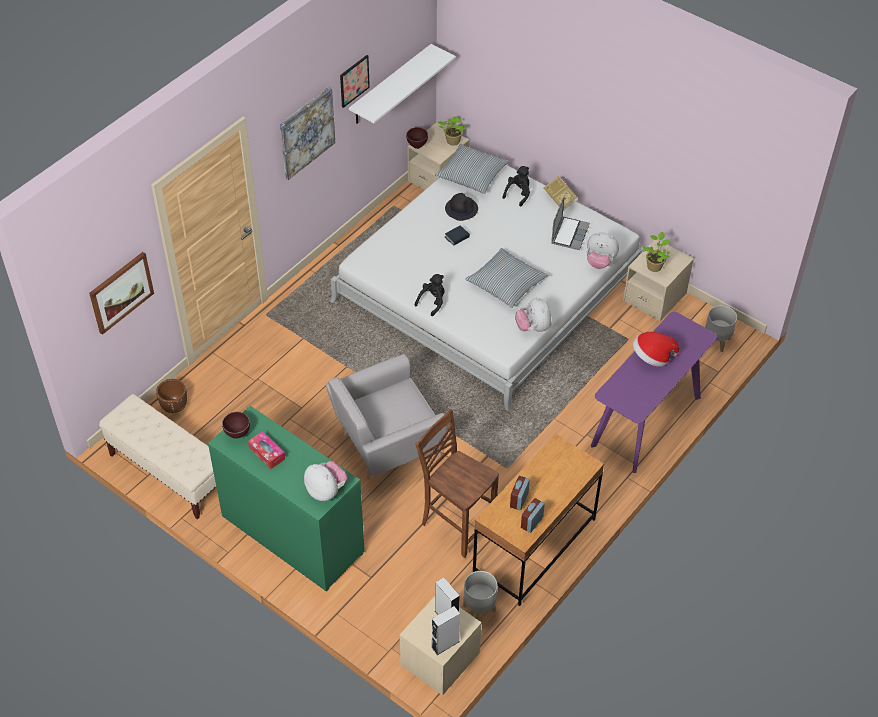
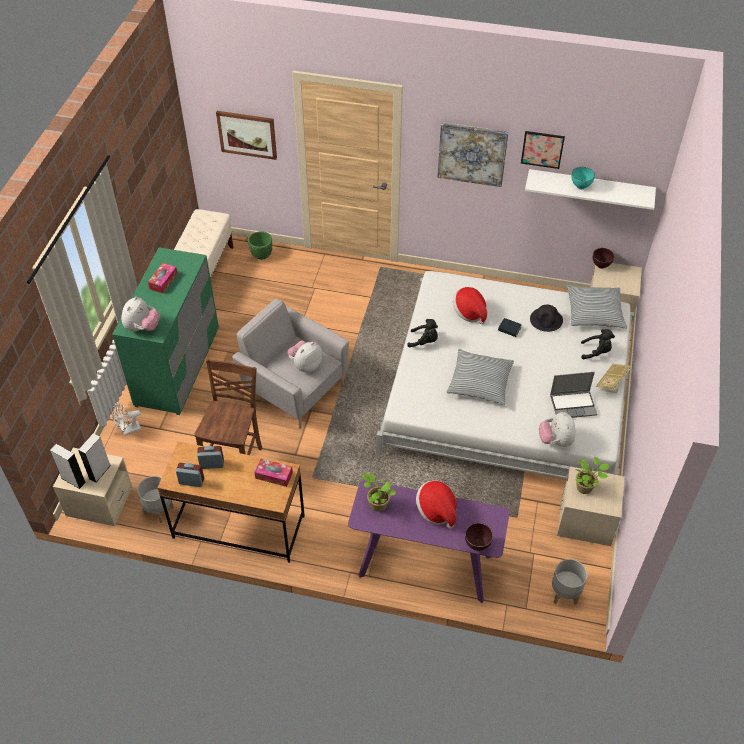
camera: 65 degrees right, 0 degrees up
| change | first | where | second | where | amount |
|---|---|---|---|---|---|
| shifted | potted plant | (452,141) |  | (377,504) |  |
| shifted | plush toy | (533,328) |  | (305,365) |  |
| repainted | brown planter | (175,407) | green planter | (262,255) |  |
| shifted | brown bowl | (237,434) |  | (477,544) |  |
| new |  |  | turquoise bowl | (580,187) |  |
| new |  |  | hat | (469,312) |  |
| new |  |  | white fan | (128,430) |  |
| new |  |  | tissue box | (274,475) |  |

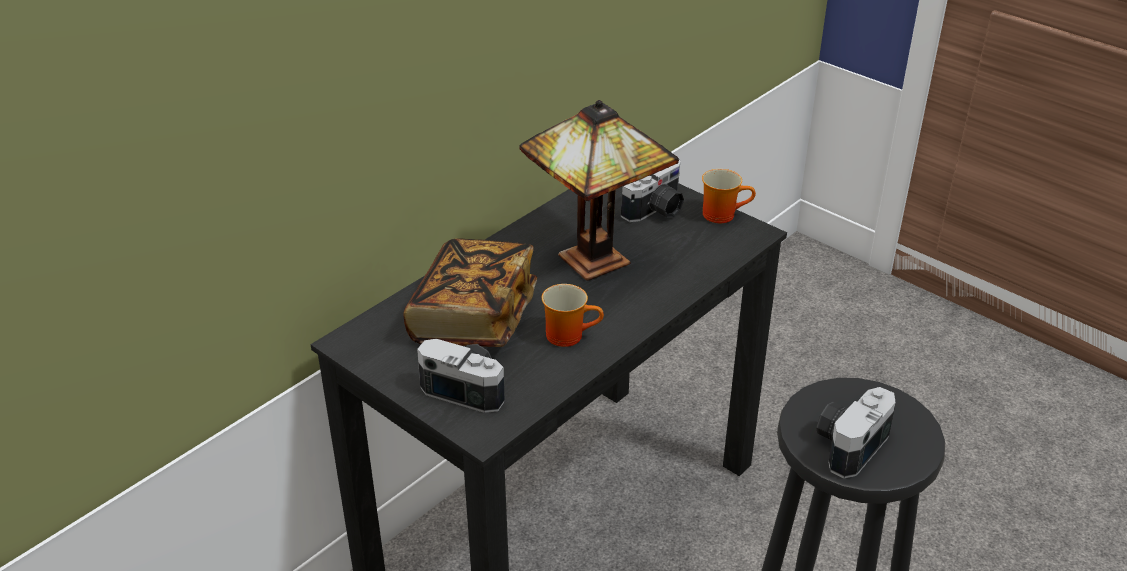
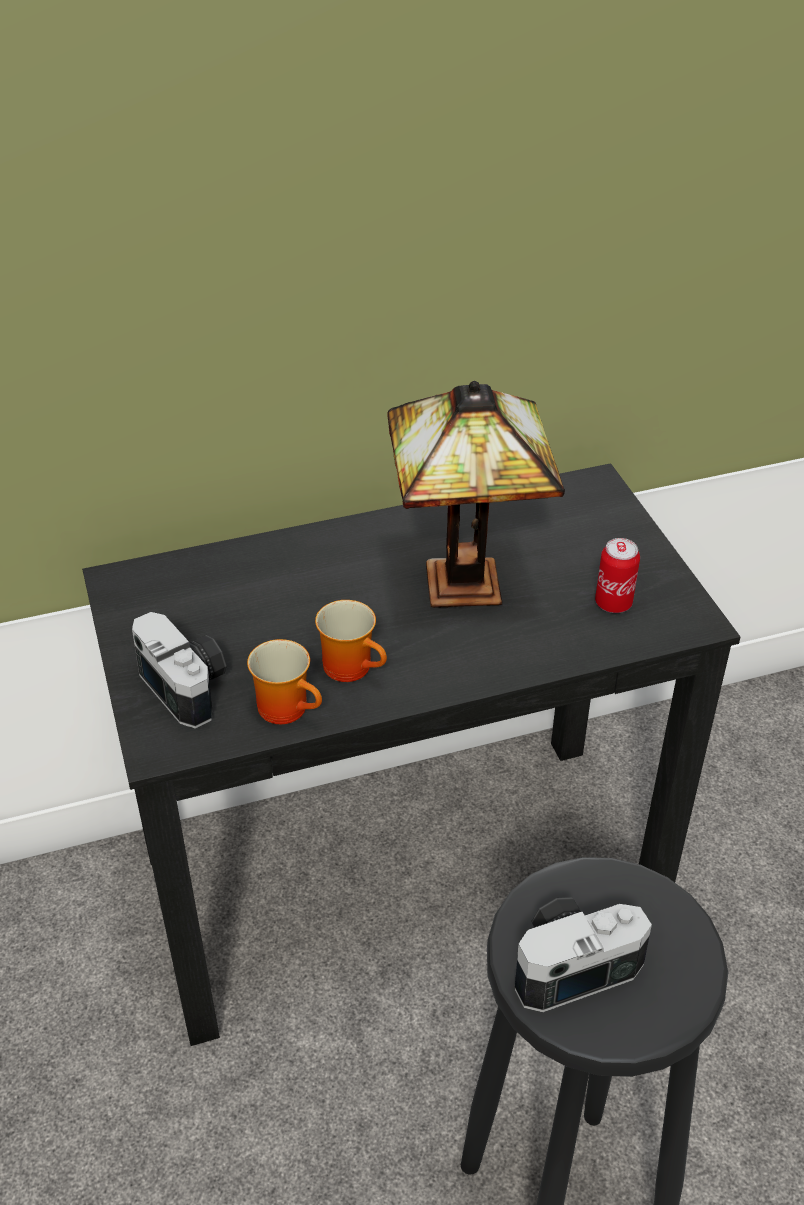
camera: 30 degrees right, 5 degrees up
| change | first | where | second | where | amount |
|---|---|---|---|---|---|
| gone | photo camera | (657,210) |  |  |  |
| shifted | mug | (722,213) |  | (289,707) |  |
| gone | book | (473,318) |  |  |  |
| new |  |  | can | (613,603) |  |

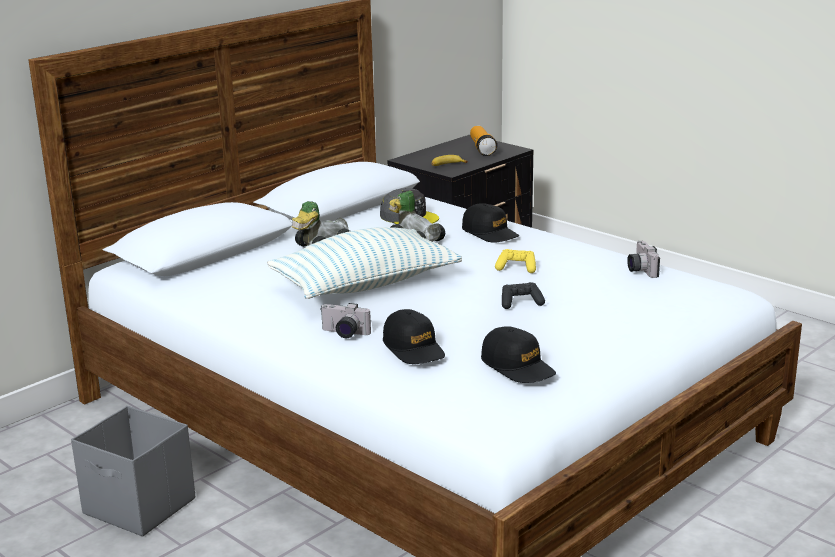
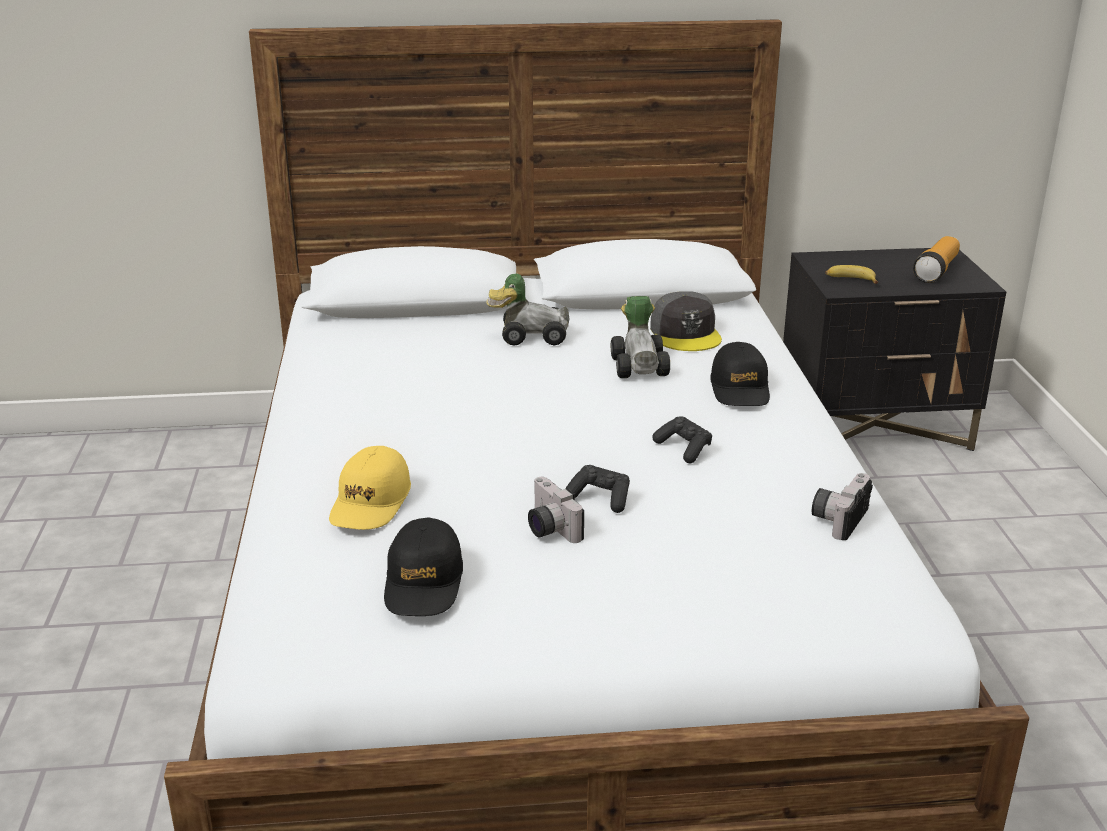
camera: 40 degrees right, 5 degrees up
| change | first | where | second | where | amount |
|---|---|---|---|---|---|
| gone | pillow | (365,285) |  |  |  |
| repainted | yellow game controller | (516,268) | black game controller | (683,448) |  |
| shifted | photo camera | (344,334) |  | (548,528) |  |
| repainted | black cap | (414,348) | yellow cap | (370,503) |  |
| gone | grey storage box | (140,507) |  |  |  |

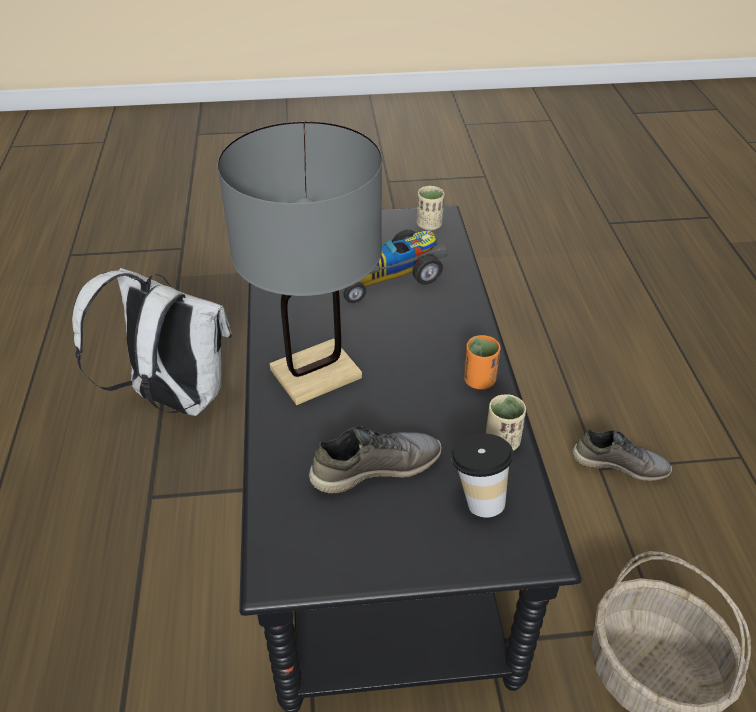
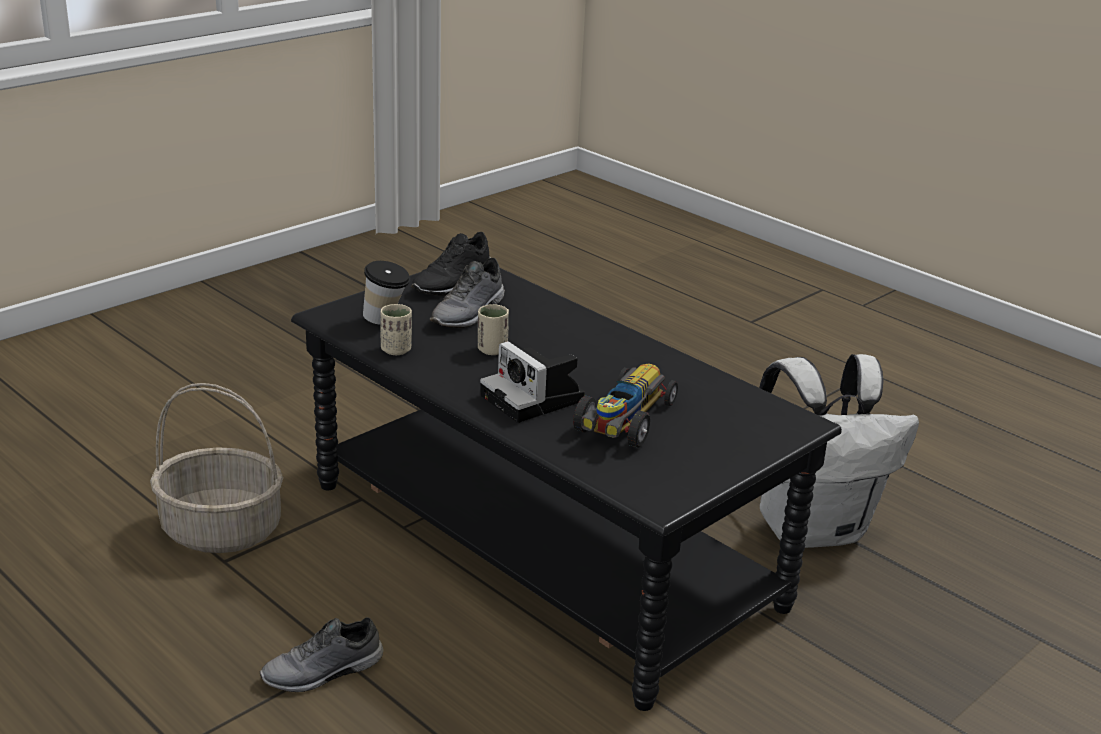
camera: 140 degrees right, 15 degrees down
| change | first | where | second | where | amount |
|---|---|---|---|---|---|
| gone | grey table lamp | (315,374) |  |  |  |
| shifted | beige cup | (429,225) |  | (492,350) |  |
| gone | orange cup | (479,380) |  |  |  |
| new |  |  | black shoe | (453,283) |  |
| new |  |  | photo camera | (535,399) |  |

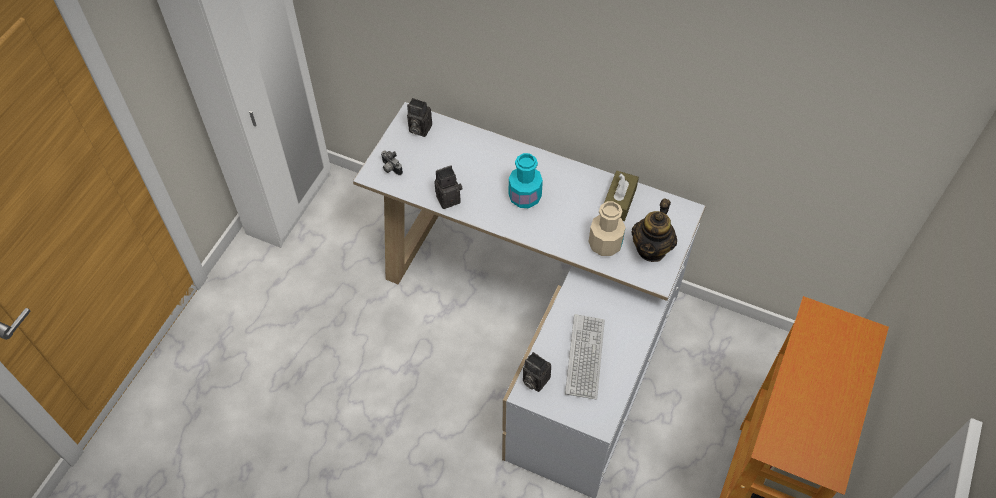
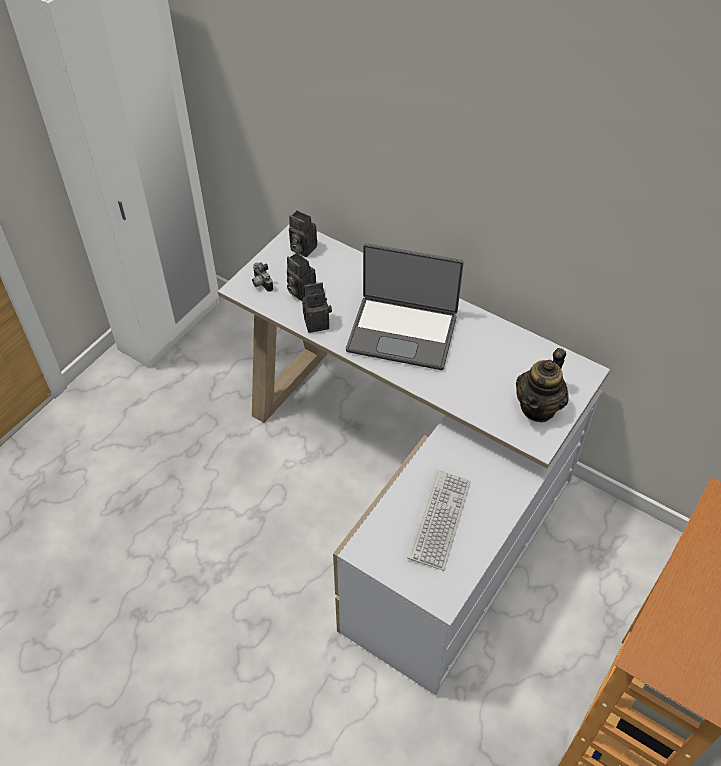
camera: 10 degrees right, 5 degrees down
| change | first | where | second | where | amount |
|---|---|---|---|---|---|
| swapped | turquoise bottle | (525,197) | laptop | (402,332) |  |
| gone | brown tissue box | (619,201) |  |  |  |
| gone | beige bottle | (605,244) |  |  |  |
| shifted | photo camera | (534,380) |  | (300,291) |  |

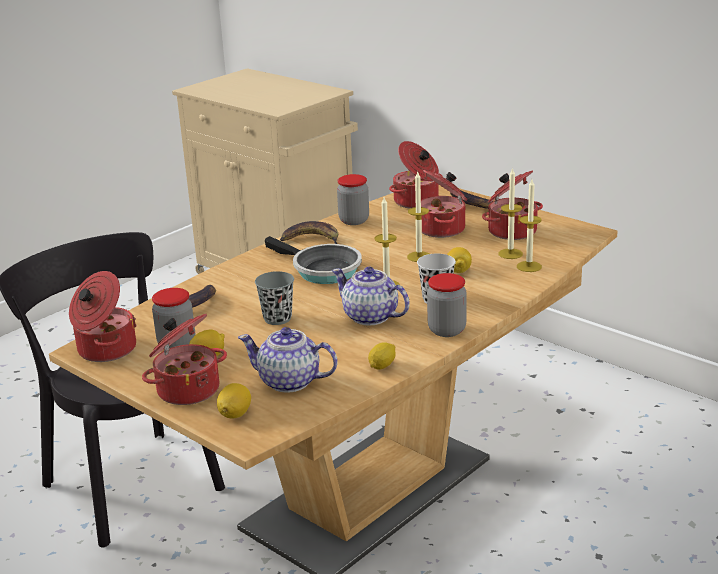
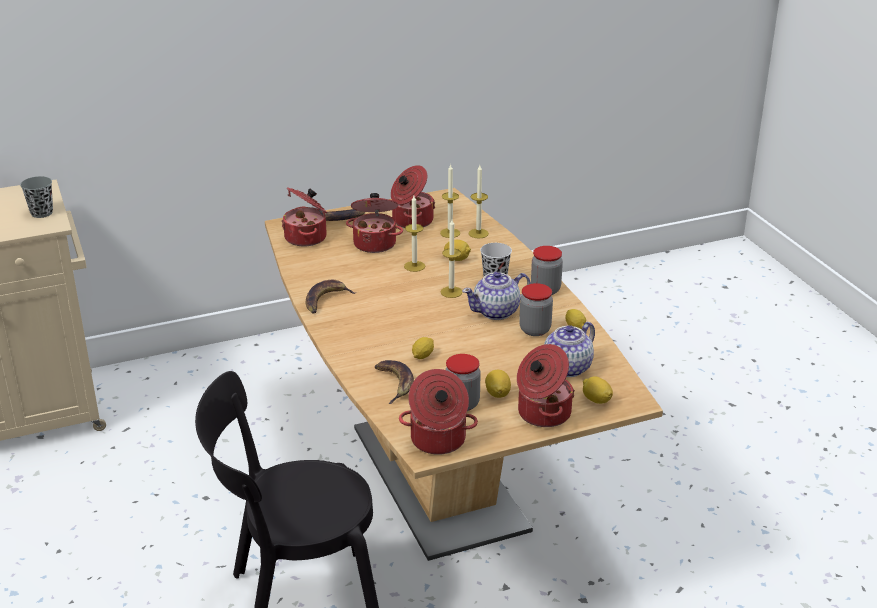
camera: 65 degrees left, 5 degrees up
| change | first | where | second | where | amount |
|---|---|---|---|---|---|
| shifted | jar | (354,220) |  | (535,330) |  |
| gone | frying pan | (322,270) |  |  |  |
| shifted | grey cup | (277,318) |  | (41,213) |  |
| new |  |  | lemon | (423,355) |  |

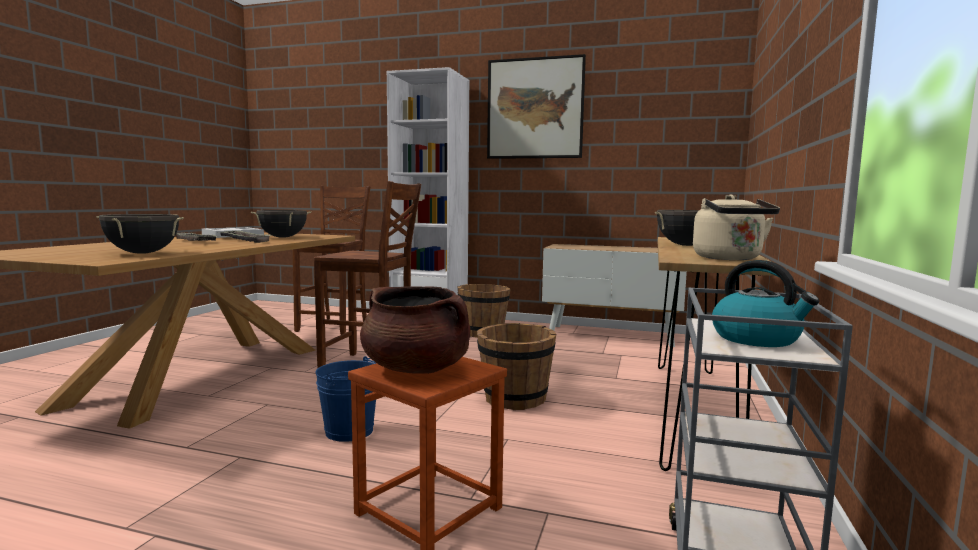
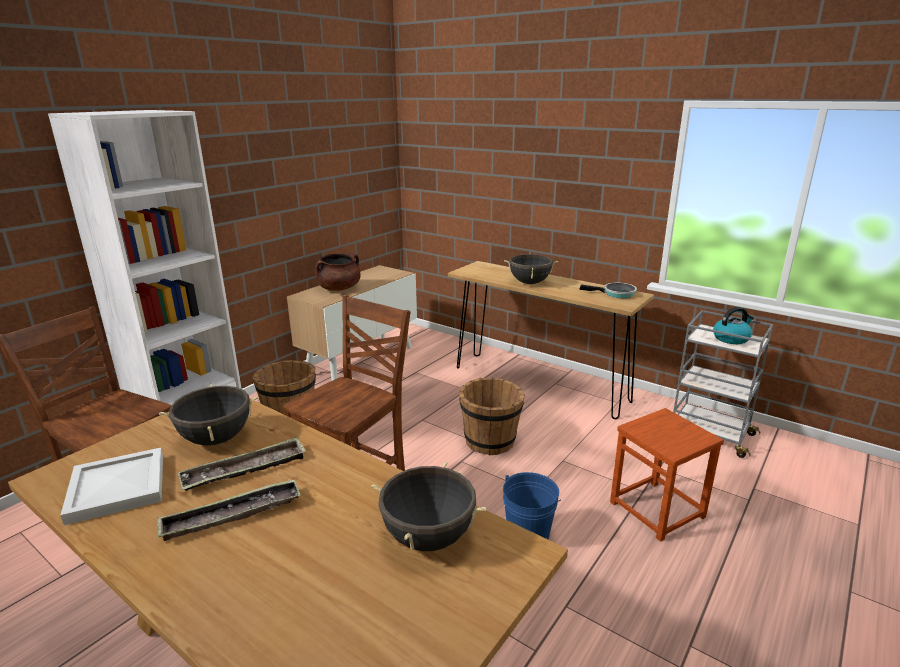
camera: 70 degrees left, 15 degrees up
| change | first | where | second | where | amount |
|---|---|---|---|---|---|
| gone | picture | (535,109) |  |  |  |
| swapped | beige kettle | (730,259) | frying pan | (616,294) |  |
| shifted | brown cooking pot | (417,369) |  | (339,288) |  |

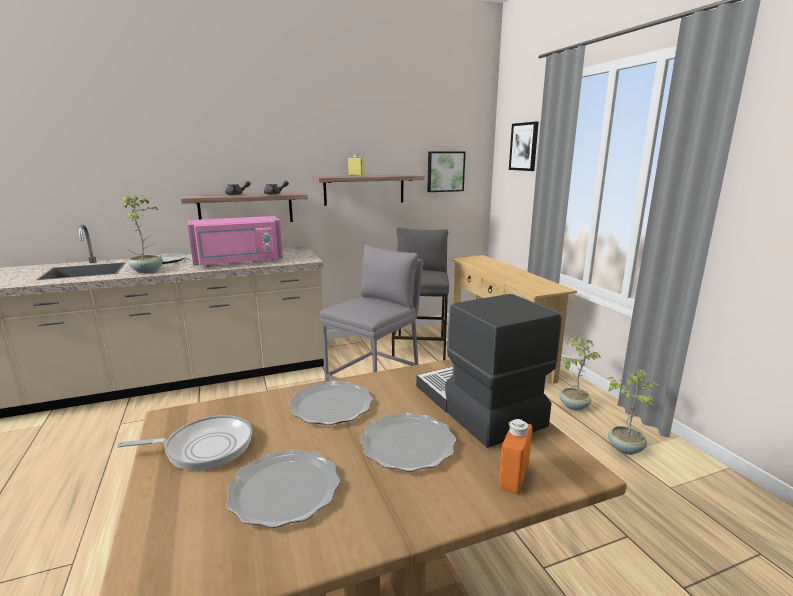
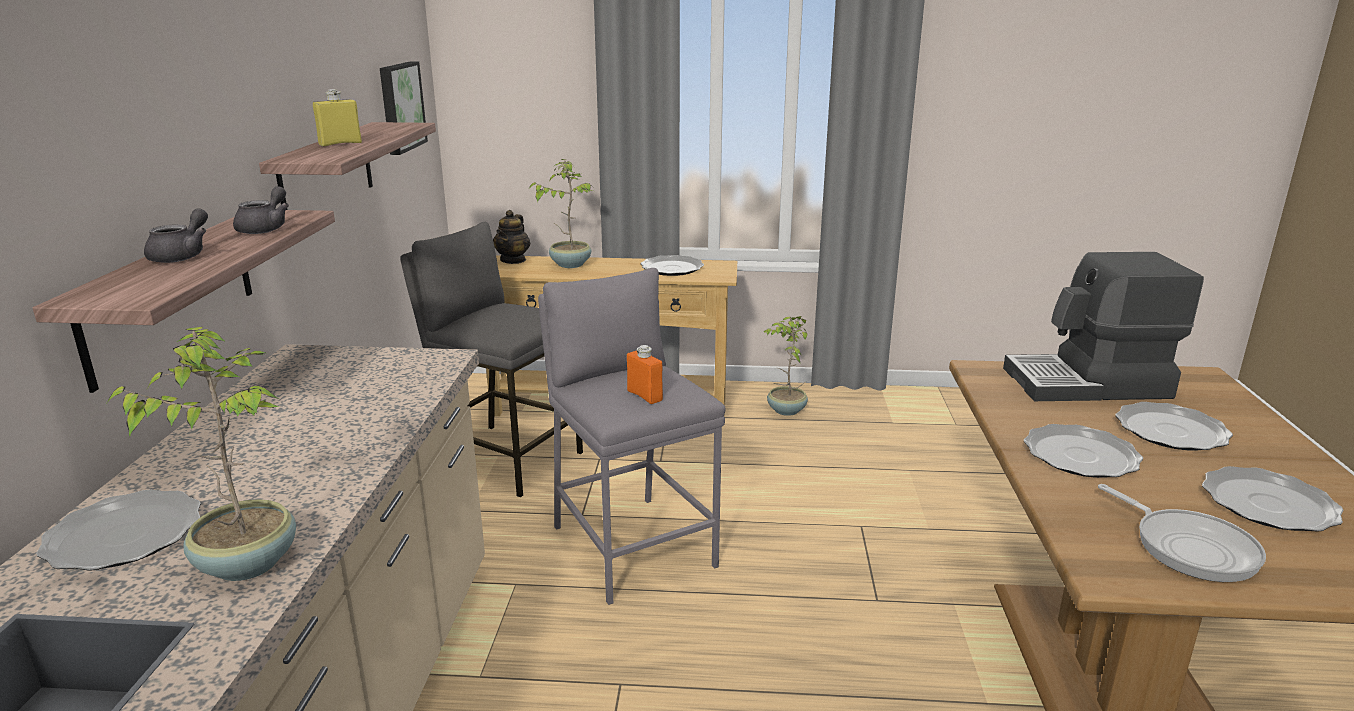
camera: 65 degrees left, 5 degrees up
| change | first | where | second | where | amount |
|---|---|---|---|---|---|
| gone | picture | (524,146) |  |  |  |
| gone | pink microwave | (238,262) |  |  |  |
| shifted | potted plant | (625,448) |  | (570,264) |  |
| rotated | frying pan | (204,447) |  | (1189,547) | 135 degrees clockwise |
| shifted | orange bottle | (513,477) |  | (644,396) |  |
| new |  |  | teapot | (513,260) |  |
| new |  |  | plate | (672,268) |  |

